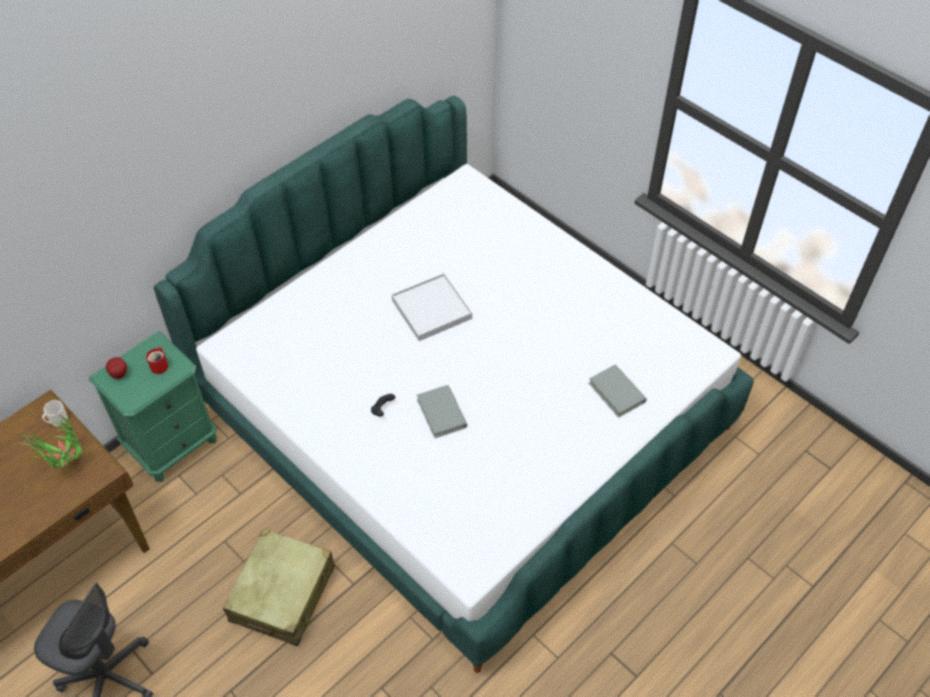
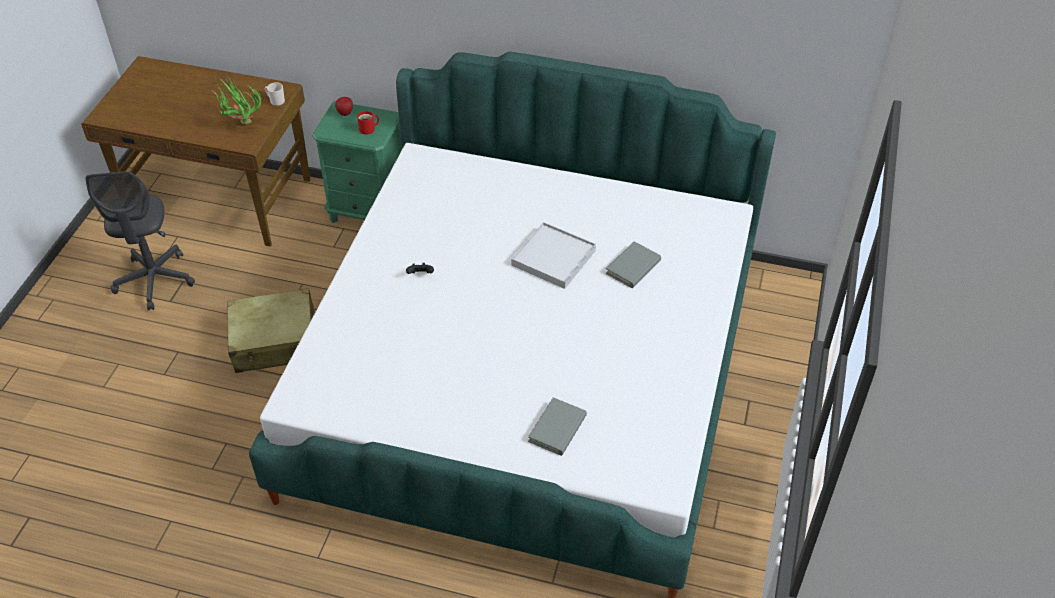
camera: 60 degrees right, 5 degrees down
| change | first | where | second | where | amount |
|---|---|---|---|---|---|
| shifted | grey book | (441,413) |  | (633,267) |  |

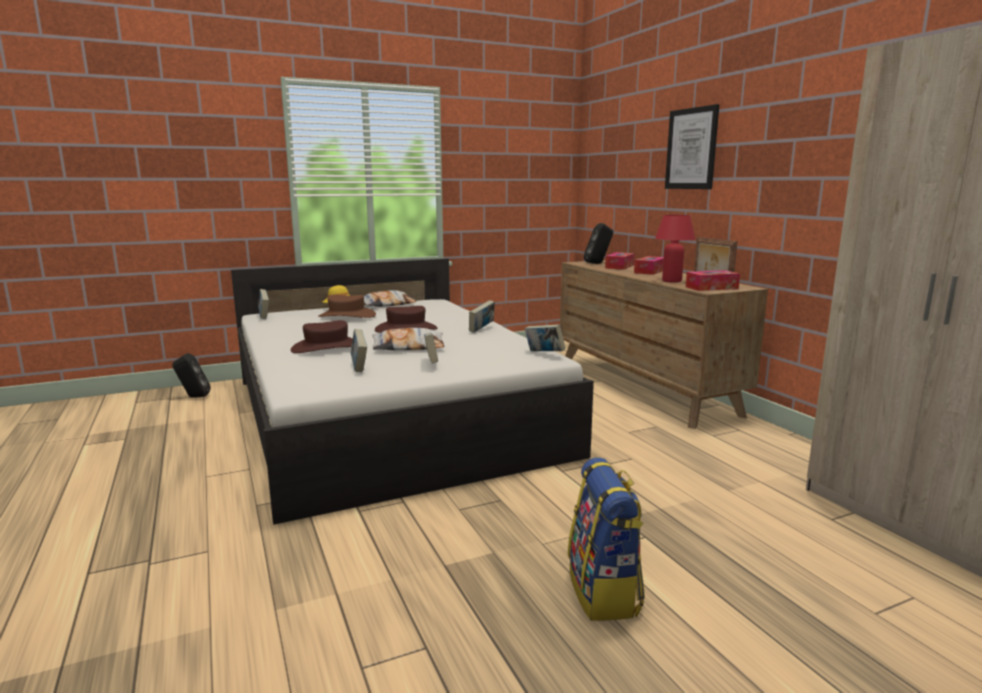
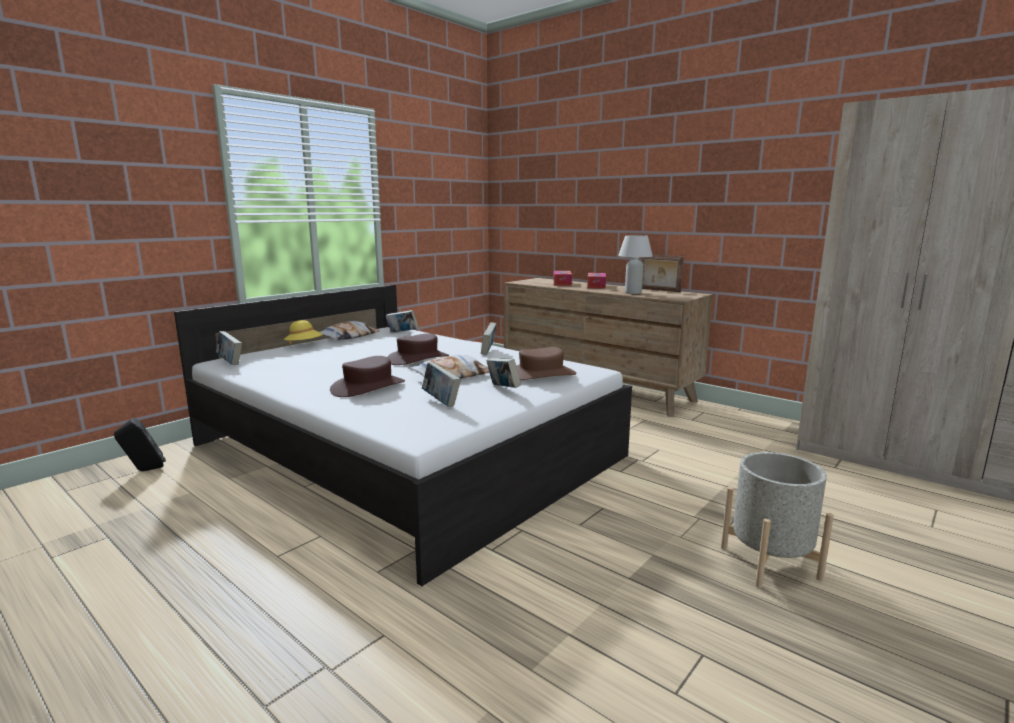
camera: 25 degrees left, 0 degrees up
| change | first | where | second | where | amount |
|---|---|---|---|---|---|
| gone | picture | (691,149) |  |  |  |
| repainted | red table lamp | (671,281) | white table lamp | (633,293) |  |
| gone | black speaker | (598,263) |  |  |  |
| gone | tissue box | (711,288) |  |  |  |
| shifted | brown hat | (347,316) |  | (541,375) |  |
| shifted | book | (544,354) |  | (402,333) |  |
| swapped | backpack | (604,592) | grey planter | (769,563) |  |

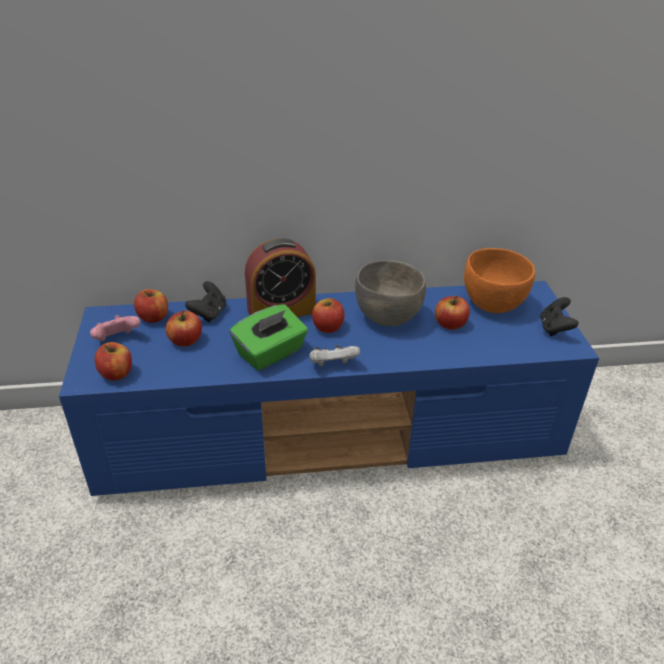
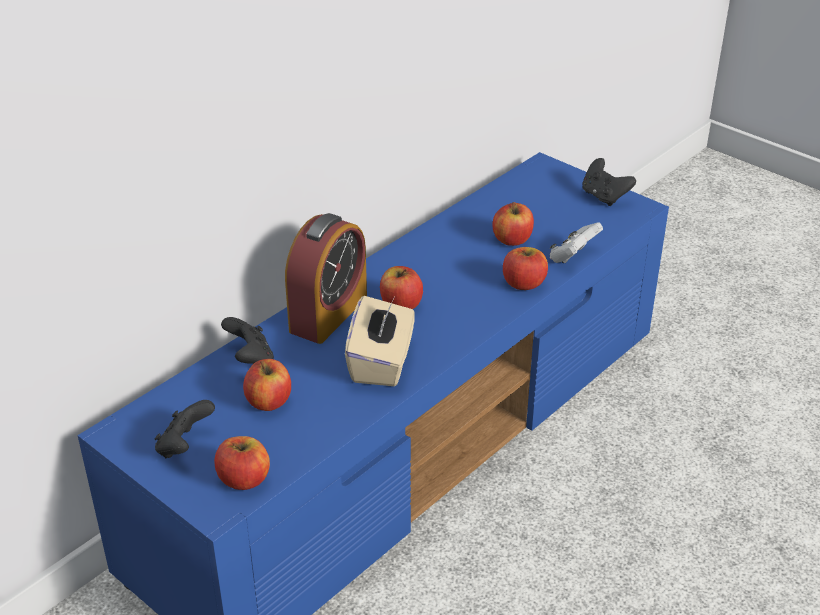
camera: 40 degrees left, 0 degrees up
| change | first | where | second | where | amount |
|---|---|---|---|---|---|
| gone | orange bowl | (492,304) |  |  |  |
| gone | grey bowl | (388,317) |  |  |  |
| shifted | apple | (153,317) |  | (523,283) |  |
| repainted | green tissue box | (270,353) | beige tissue box | (381,362) |  |
| repainted | pink game controller | (117,340) | black game controller | (184,446) |  |
| shifted | white game controller | (333,365) |  | (573,257) |  |

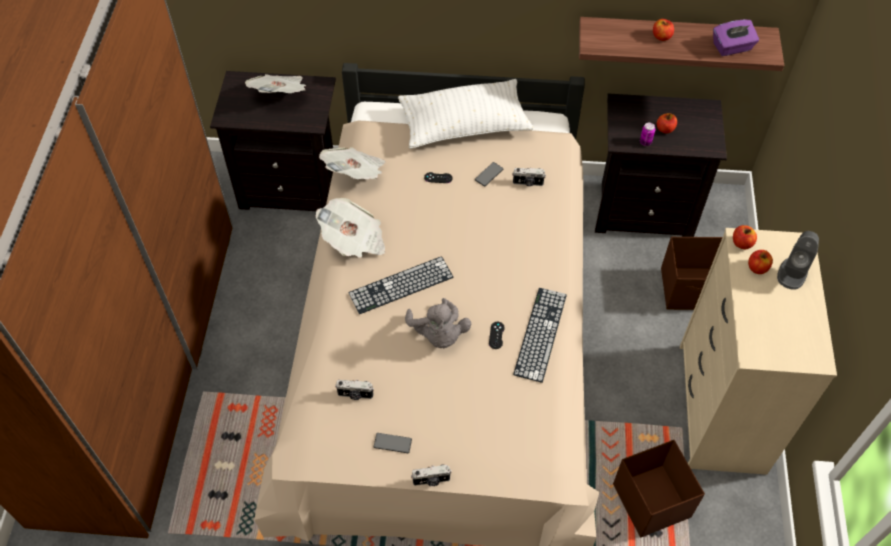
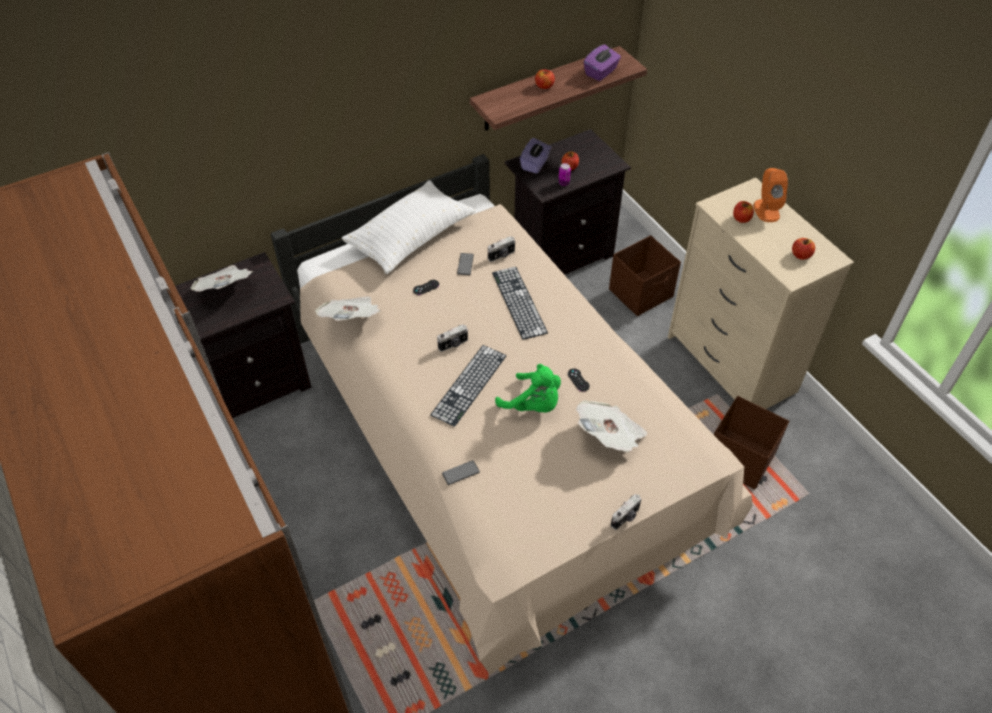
camera: 35 degrees left, 5 degrees down
| change | first | where | second | where | amount |
|---|---|---|---|---|---|
| shifted | newspaper | (354,240) |  | (610,436) |  |
| shifted | apple | (741,243) |  | (801,255) |  |
| repainted | grey speaker | (792,273) | orange speaker | (766,210) |  |
| shifted | keyboard | (540,334) |  | (519,302) |  |
| repainted | grey plush toy | (438,334) | green plush toy | (533,405) |  |
| shifted | photo camera | (355,395) |  | (453,344) |  |
| shifted | phone | (392,443) |  | (460,473) |  |
| new |  |  | purple tissue box | (535,164) |  |

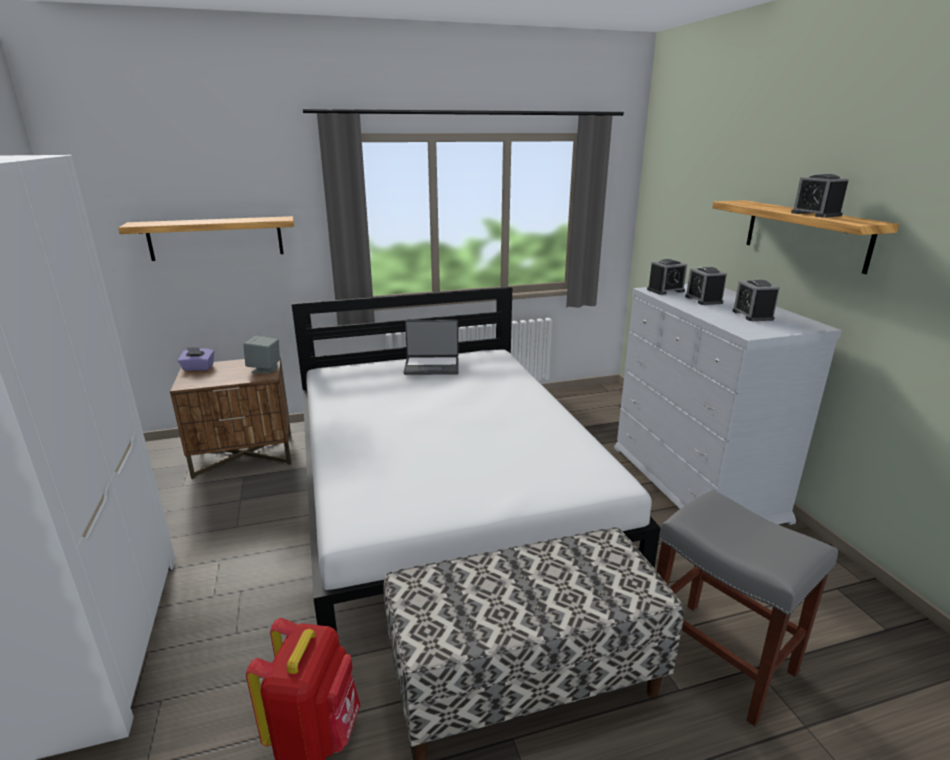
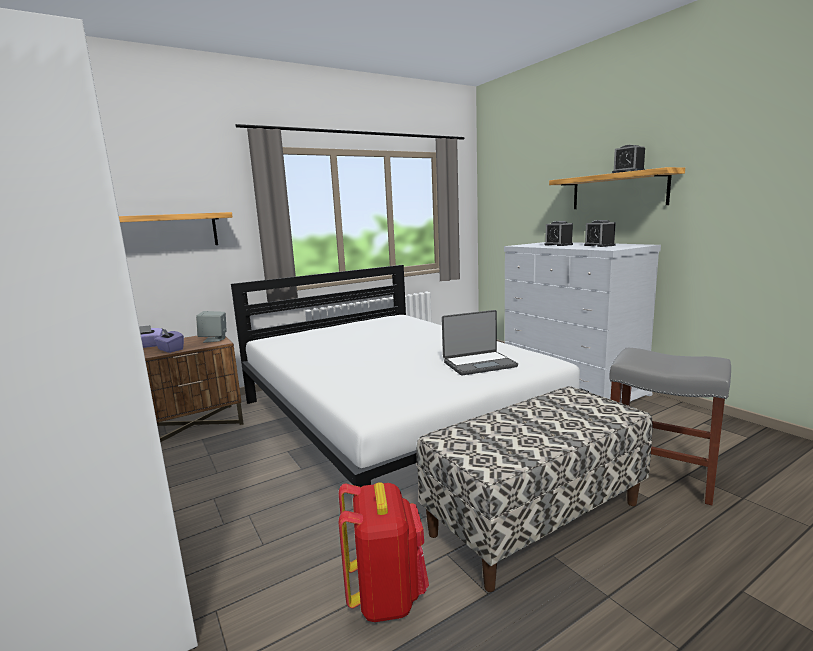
camera: 15 degrees left, 10 degrees down
| change | first | where | second | where | amount |
|---|---|---|---|---|---|
| gone | alarm clock | (665,290) |  |  |  |
| shifted | laptop | (432,366) |  | (479,364) |  |
| new |  |  | purple tissue box | (170,349) |  |

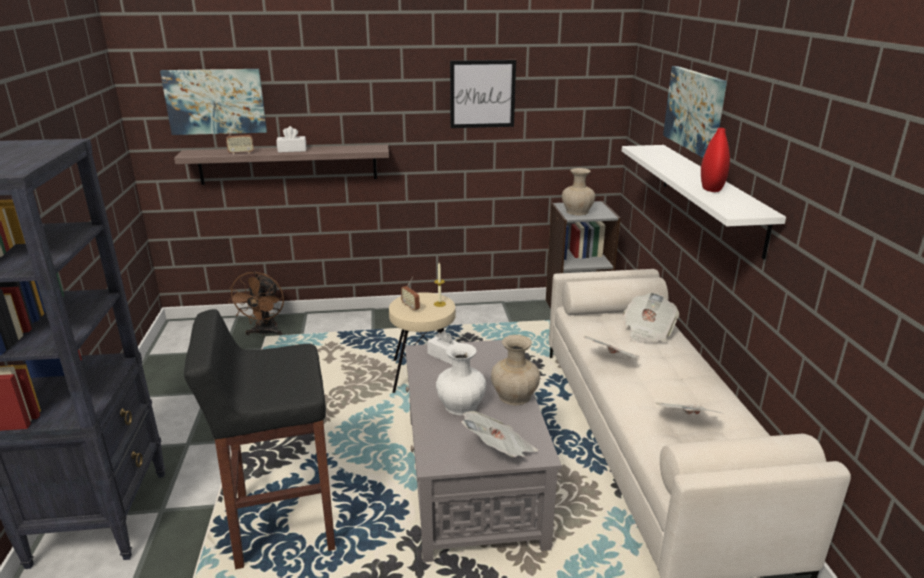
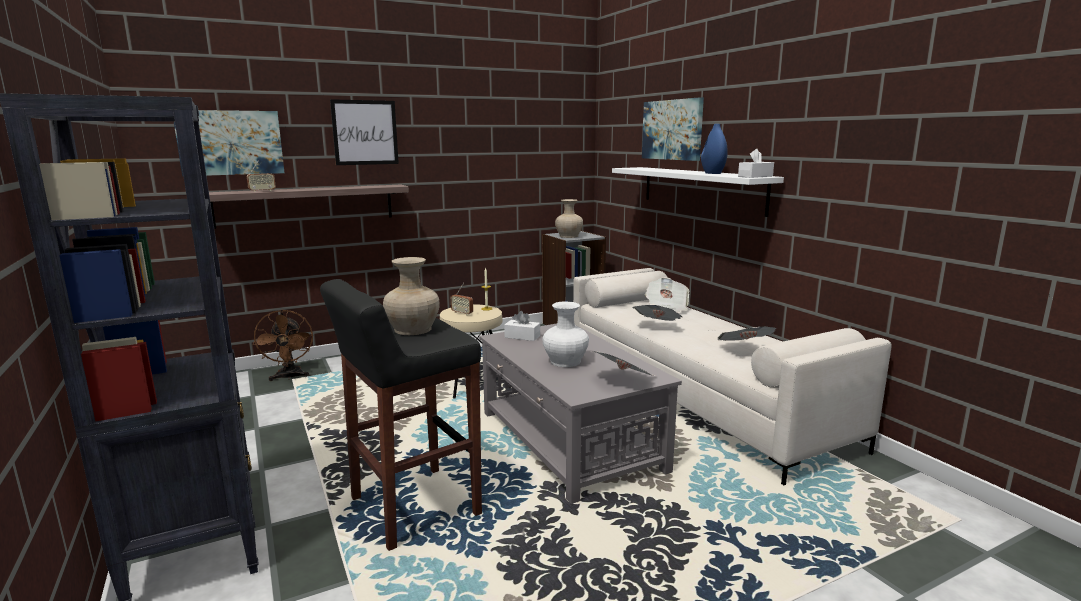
camera: 20 degrees left, 10 degrees down
| change | first | where | second | where | amount |
|---|---|---|---|---|---|
| shifted | picture | (482,94) |  | (365,132) |  |
| shifted | white tissue box | (292,150) |  | (755,176) |  |
| repainted | red vase | (711,188) | blue vase | (712,173) |  |
| shifted | beige vase | (514,396) |  | (413,330) |  |

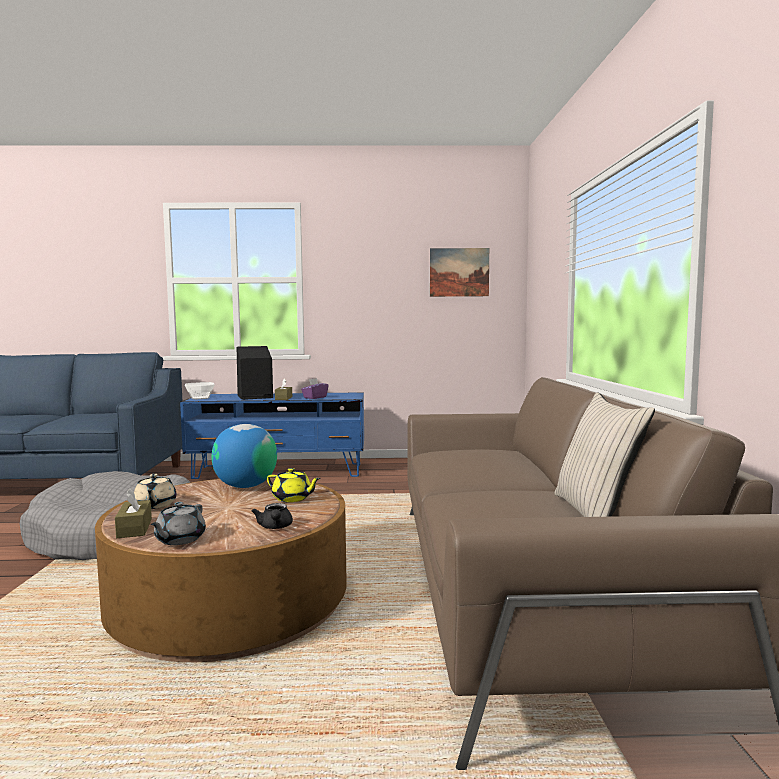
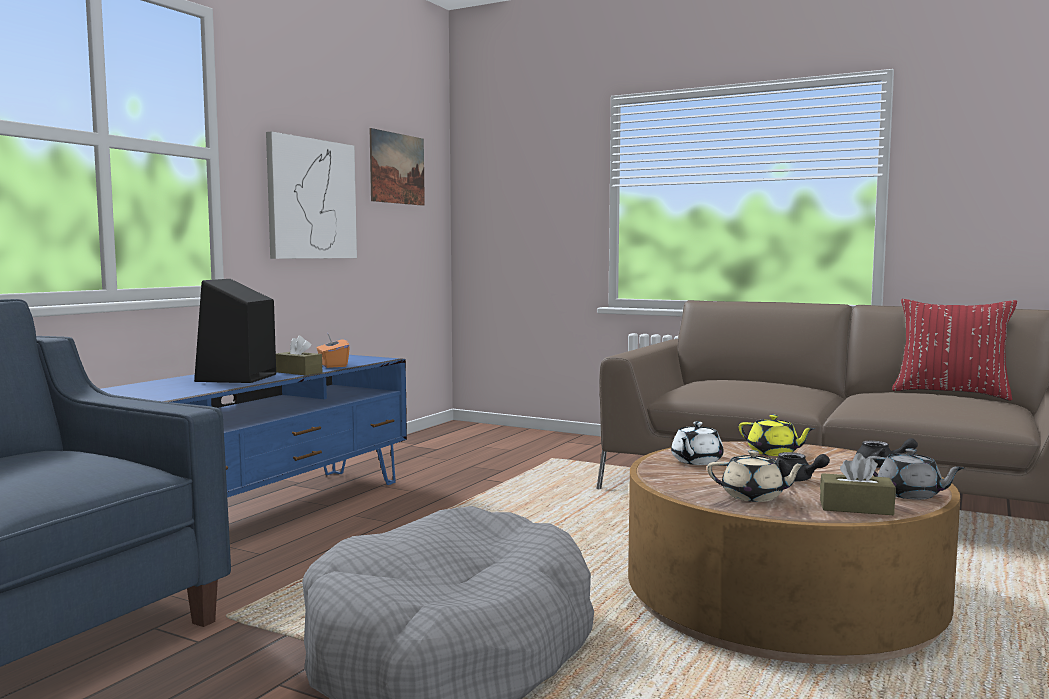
camera: 60 degrees left, 0 degrees up
| change | first | where | second | where | amount |
|---|---|---|---|---|---|
| repainted | purple tissue box | (315,397) | orange tissue box | (332,365) |  |
| gone | bowl | (200,398) |  |  |  |
| repainted | beige pillow | (596,515) | red pillow | (951,393) |  |
| swapped | globe | (246,486) | white teapot | (696,461) |  |
| rotated | yellow teapot | (292,498) |  | (773,453) | 75 degrees clockwise |
| new |  |  | picture | (311,199) |  |
| new |  |  | black teapot | (796,480) |  |

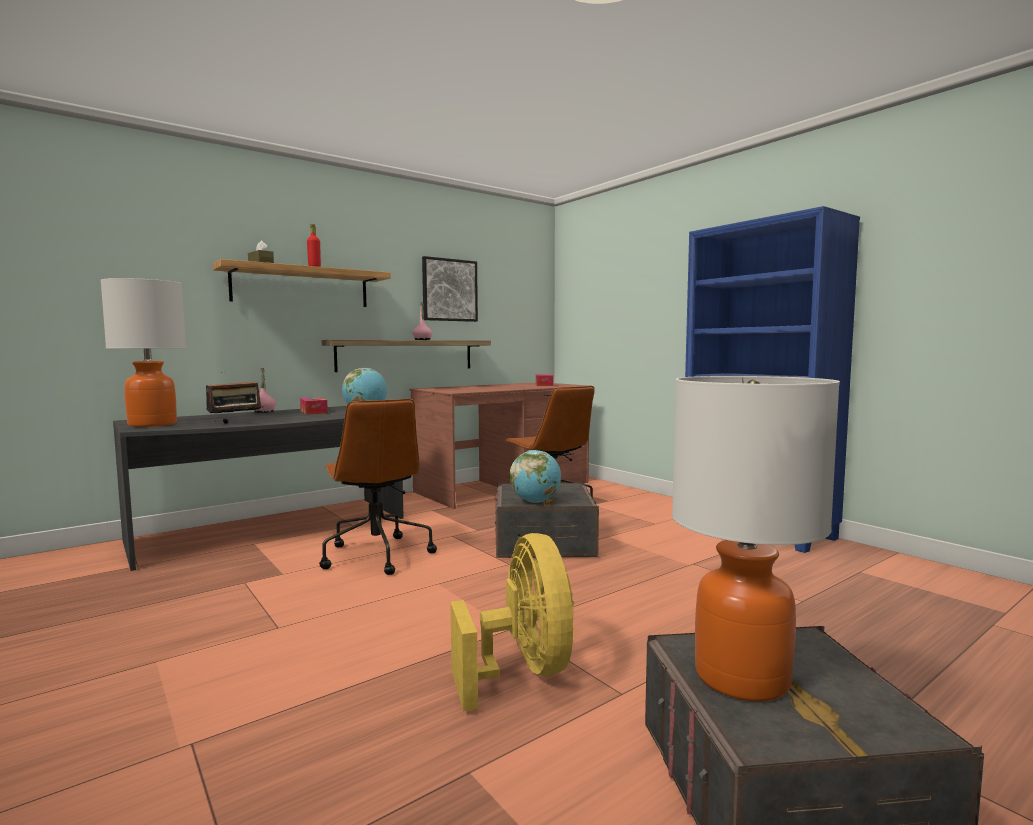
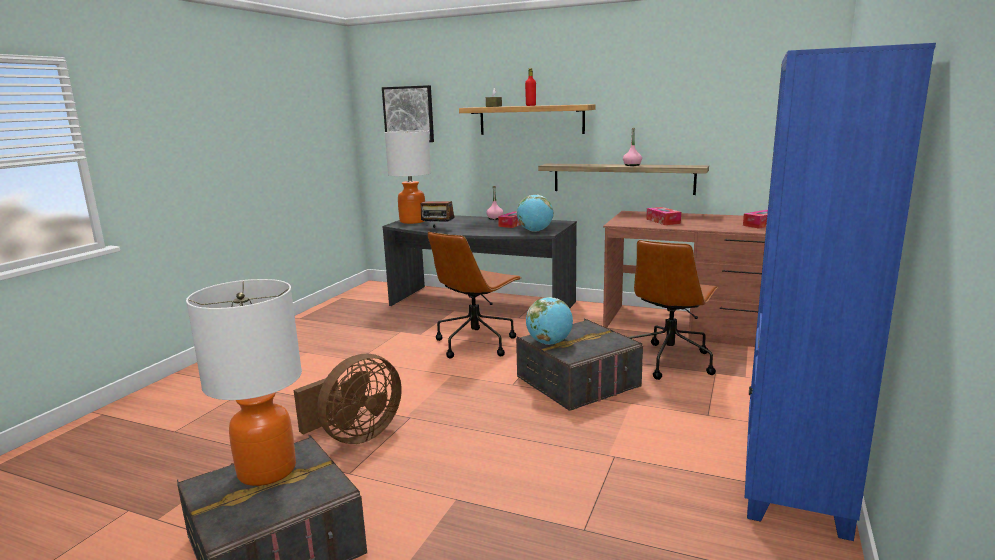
camera: 60 degrees right, 10 degrees up
| change | first | where | second | where | amount |
|---|---|---|---|---|---|
| shifted | picture | (449,290) |  | (408,114) |  |
| repainted | yellow fan | (523,671) | brown fan | (355,436) |  |
| new |  |  | tissue box | (663,221) |  |

